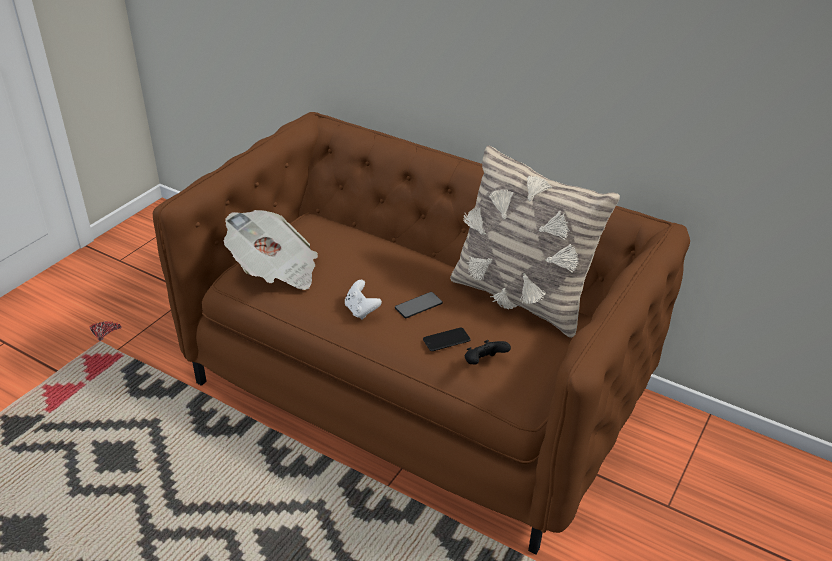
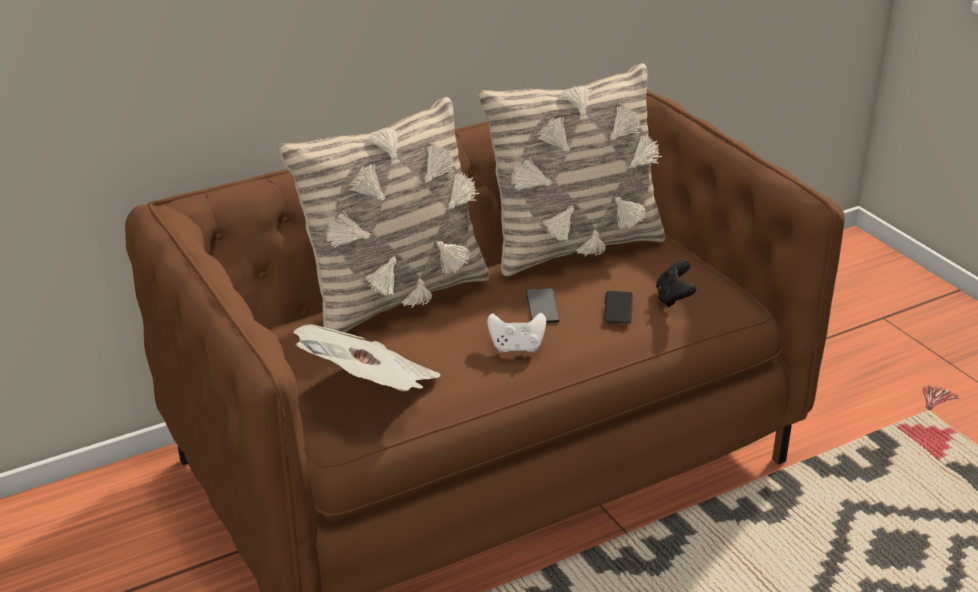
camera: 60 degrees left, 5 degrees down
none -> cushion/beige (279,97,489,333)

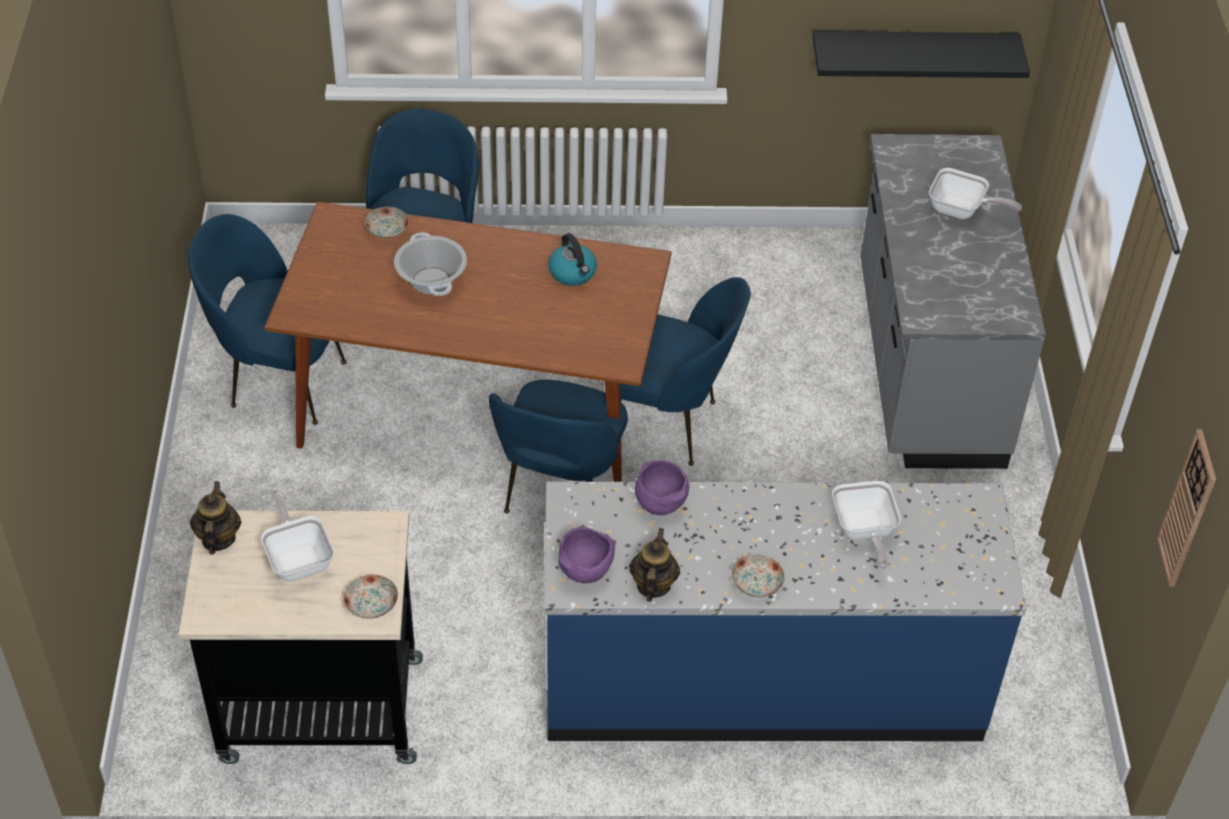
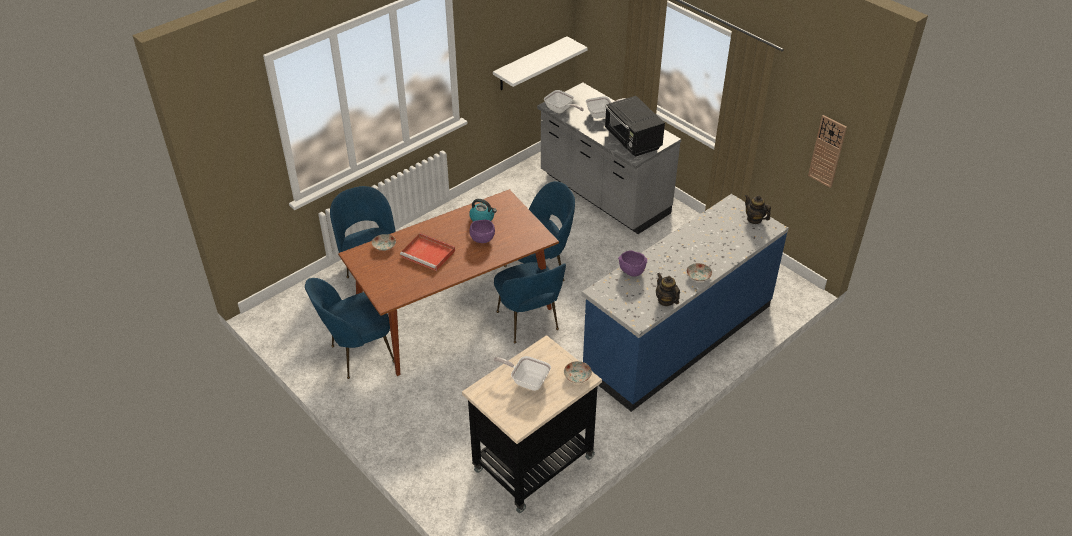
camera: 40 degrees left, 5 degrees down
none -> microwave/black (605,96,665,157)
teapot (190,481,241,554) -> teapot (745,194,771,224), shifted
serving bowl/purplish (558,527,615,583) -> serving bowl/purplish (470,220,495,243), shifted
skillet (832,481,901,569) -> skillet (544,90,584,113), shifted
cooking pot (394,232,467,296) -> carrying tray/reddish (400,233,455,271)
shelf/black (813,31,1030,78) -> shelf/white (493,36,588,90)

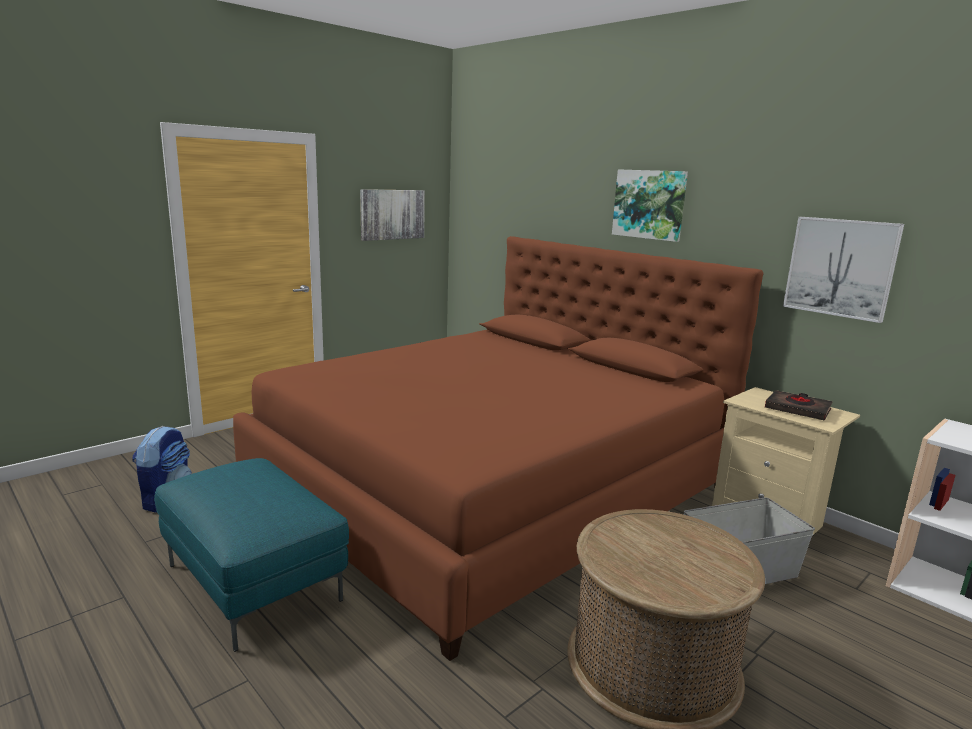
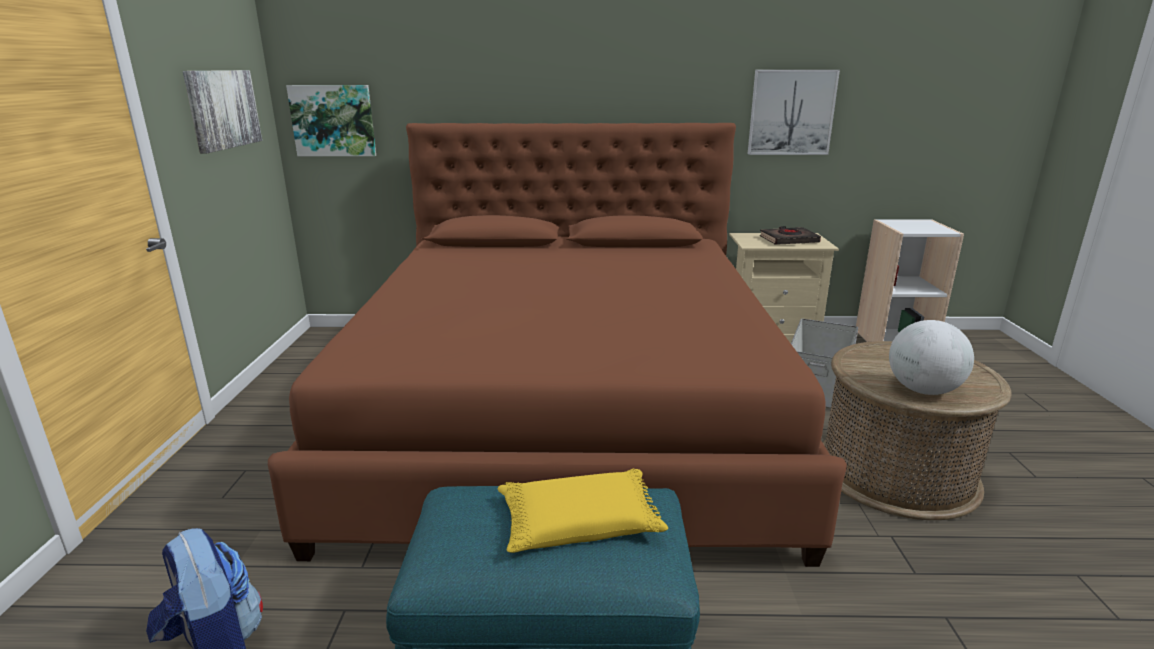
camera: 45 degrees left, 5 degrees up
none -> cushion/yellow (497,468,668,553)
none -> desk globe (889,320,974,395)
wall picture (612,169,688,242) -> wall picture (286,85,376,156), shifted

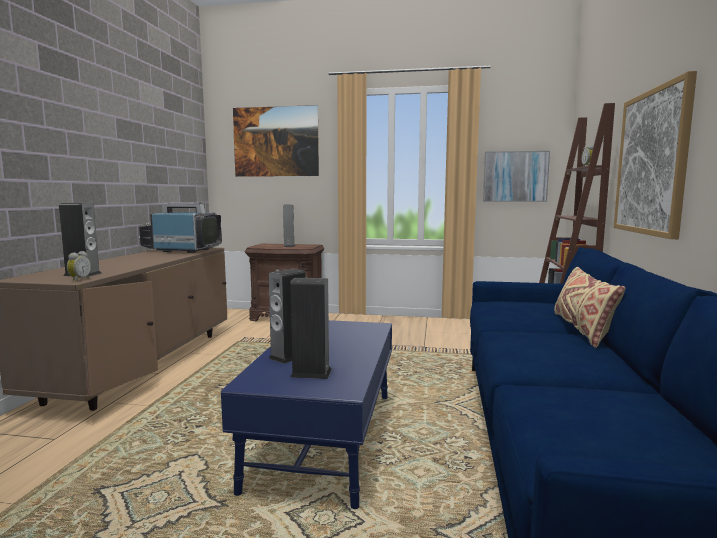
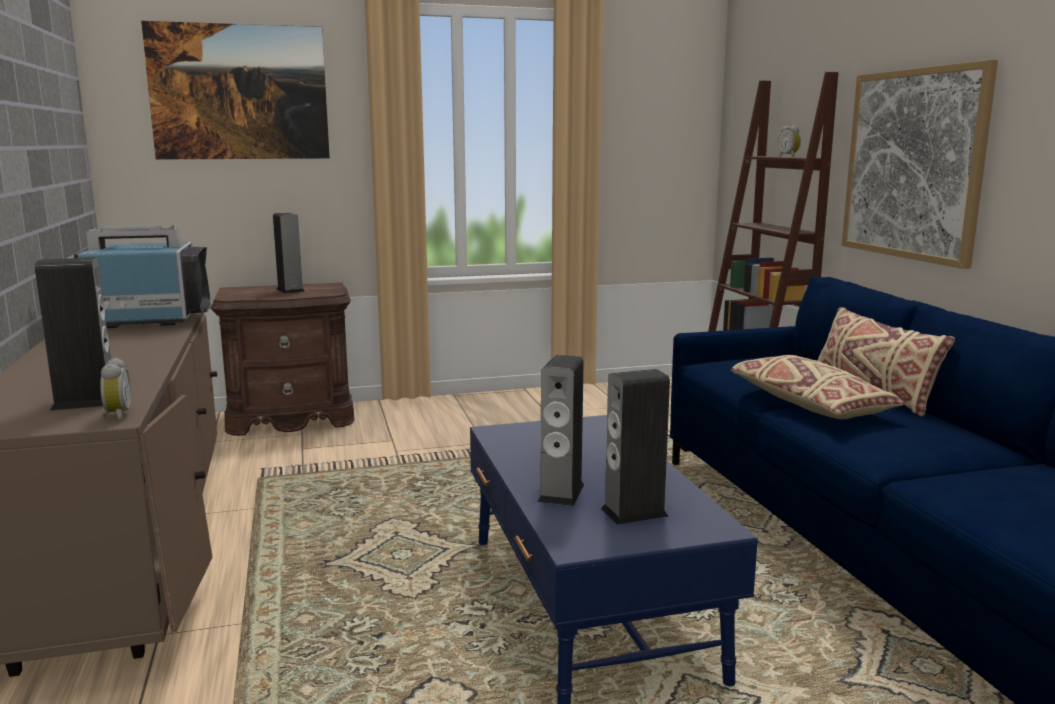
camera: 25 degrees left, 5 degrees up
wall picture (483,151,550,202) -> none
none -> cushion/beige (731,355,906,419)

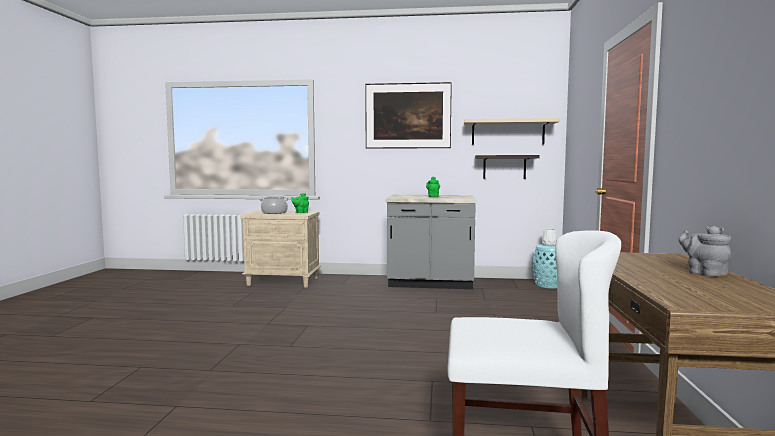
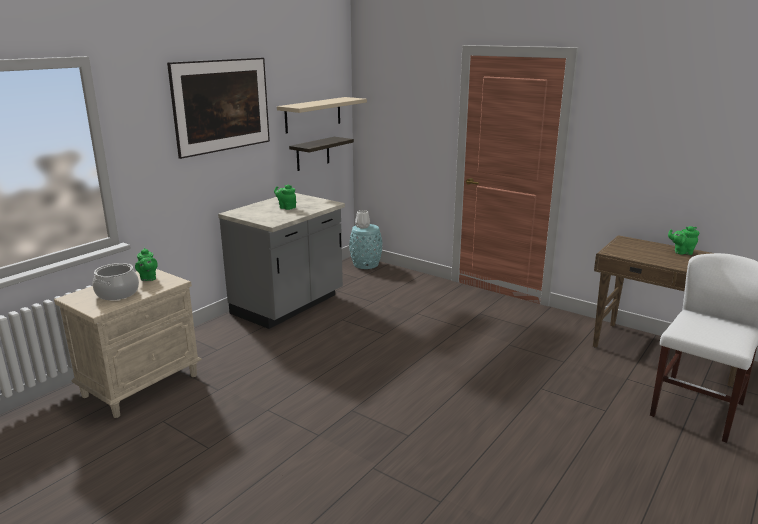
camera: 60 degrees left, 15 degrees up
teapot/greyish (678,226,731,277) -> teapot/green-coloured (668,226,699,255)

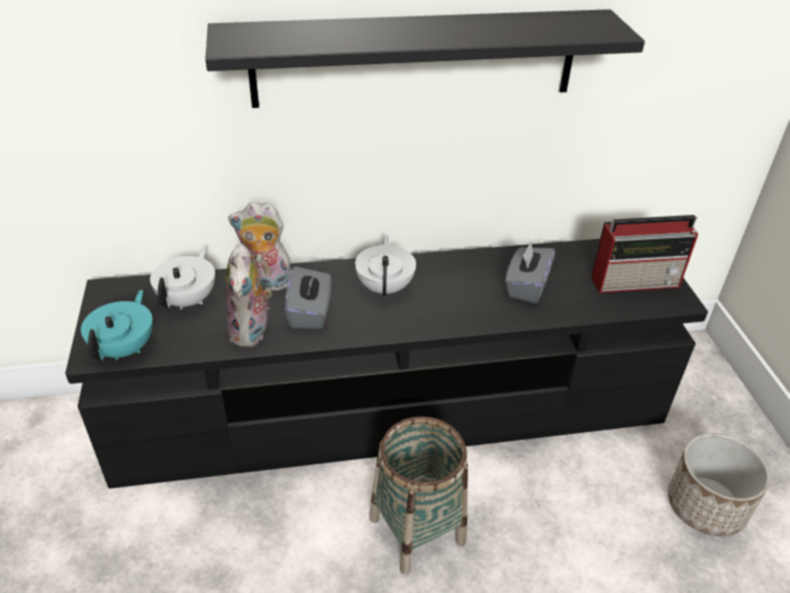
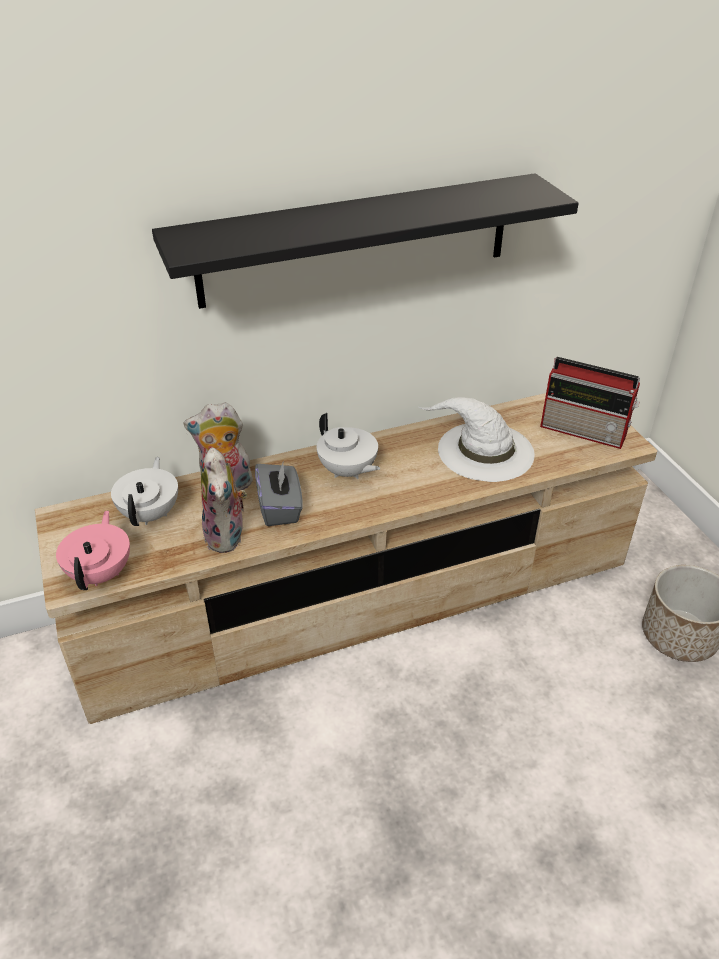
camera: 10 degrees left, 0 degrees up
household basket (369,416,468,574) -> none
box of tissues/greyish (505,241,555,304) -> hat/white (419,397,535,482)
tv stand/black (65,239,708,488) -> tv stand/beige (35,393,657,724)
teapot/turquoise (81,290,153,362) -> teapot/pinkish (56,510,130,590)
teapot/white (355,235,416,297) -> teapot/white (317,413,380,479), 150 degrees clockwise
radio set (592,215,698,293) -> radio set (540,357,640,449), 45 degrees clockwise

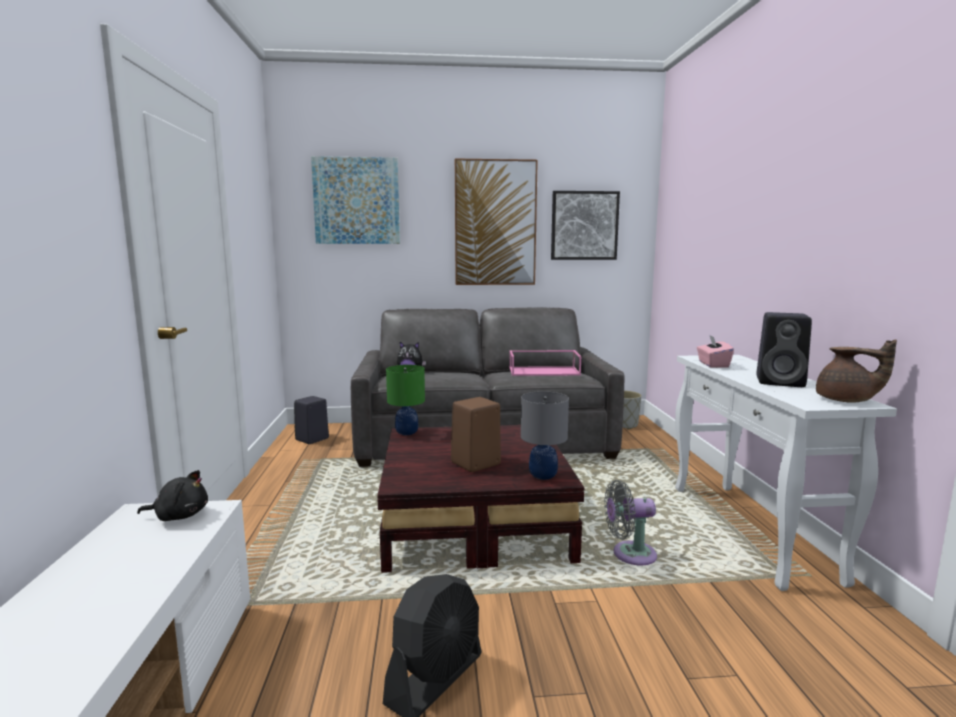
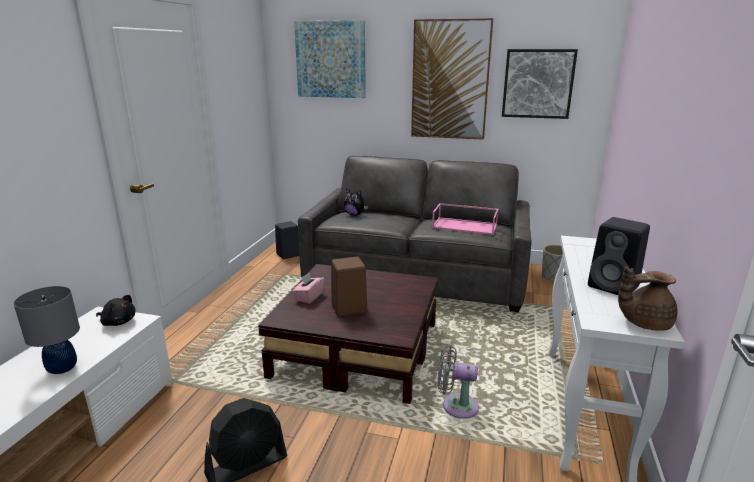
camera: 20 degrees right, 10 degrees up
tabletop lamp/green-coloured (386,365,425,435) -> none
tabletop lamp/greyish (521,391,569,480) -> tabletop lamp/greyish (14,286,80,374), shifted
box of tissues/pinkish (697,336,734,368) -> box of tissues/pinkish (293,273,324,304), shifted
teapot/brown (816,339,897,403) -> teapot/brown (618,267,678,331), 120 degrees clockwise

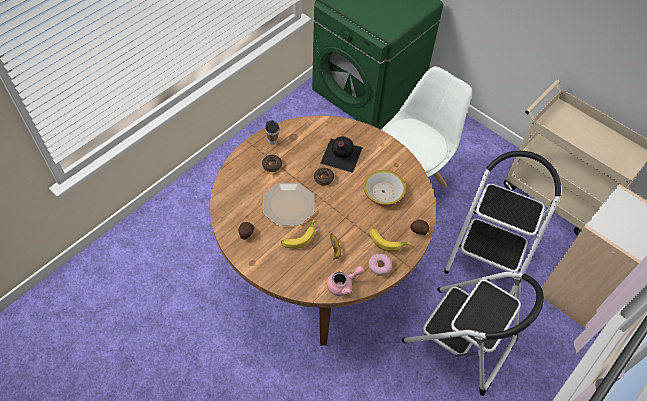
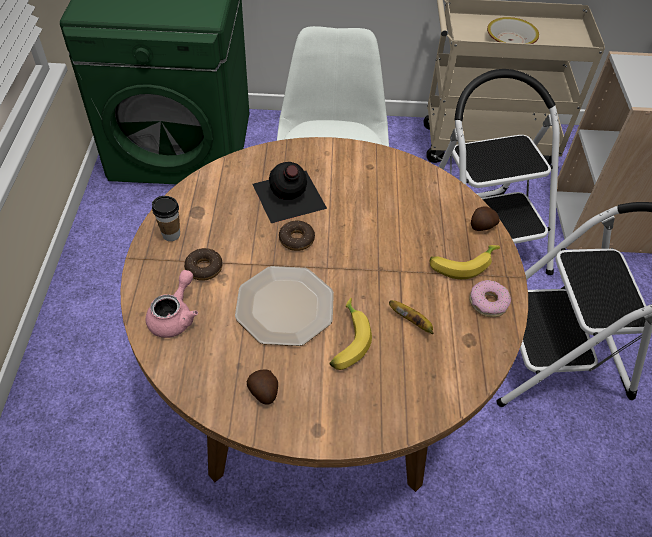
camera: 40 degrees left, 5 degrees down
teapot/pinkish (327,266,364,296) -> teapot/pinkish (146,270,198,338), shifted
serving bowl (363,170,406,205) -> serving bowl (487,17,539,44), shifted

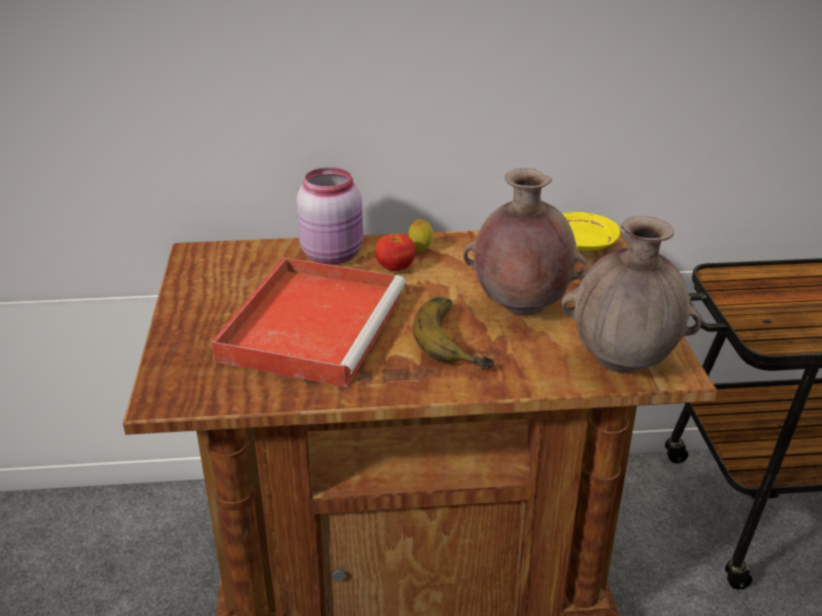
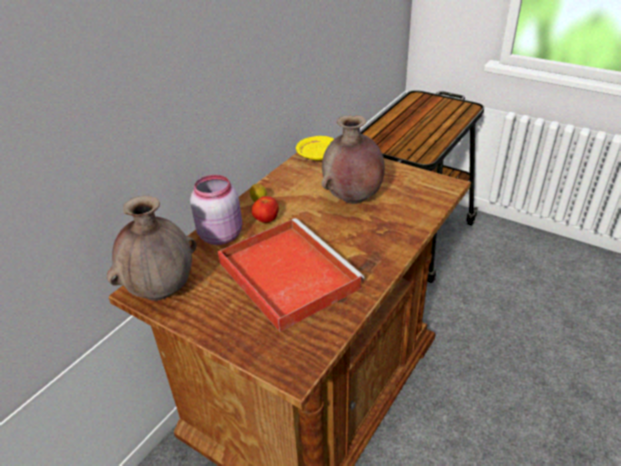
camera: 50 degrees left, 5 degrees up
whole banana (413,297,494,370) -> none
decorative vase/brown (562,216,701,373) -> decorative vase/brown (106,196,197,301), shifted

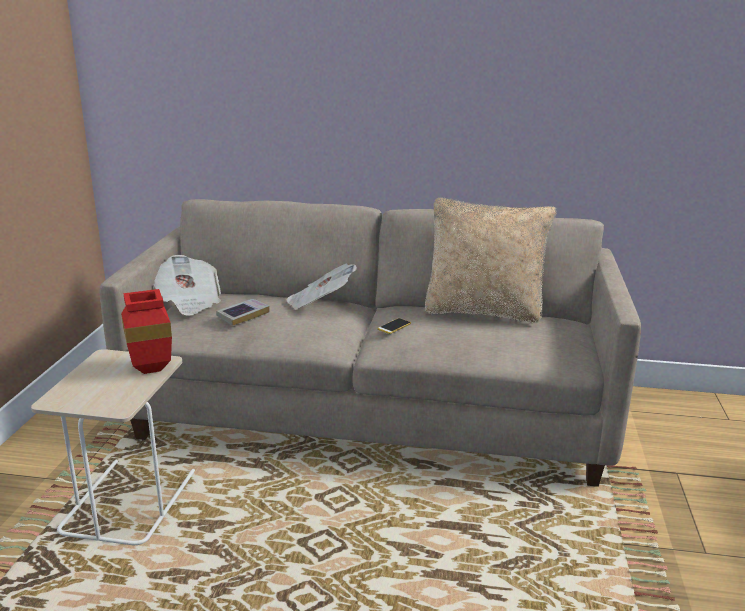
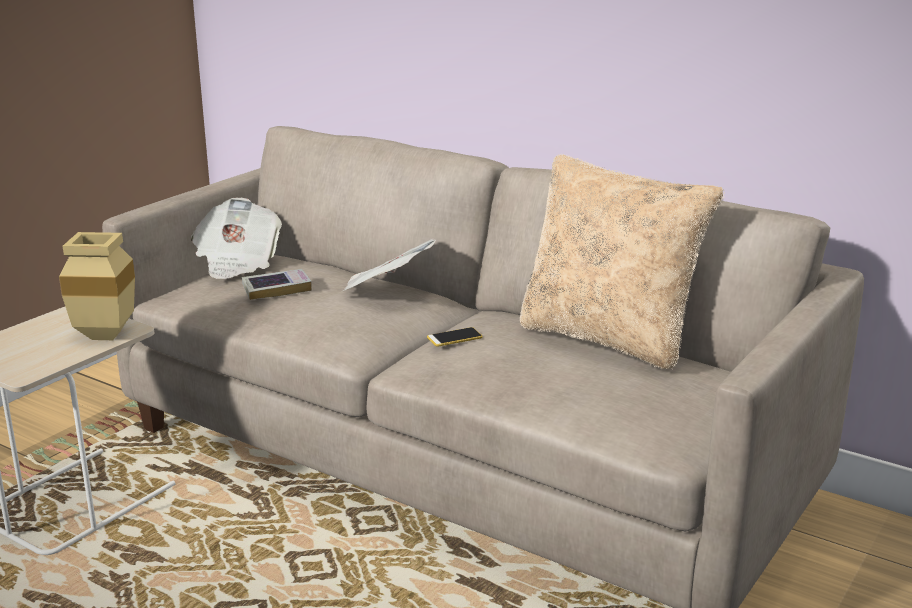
camera: 25 degrees right, 0 degrees up
decorative vase/reddish (121,289,172,374) -> decorative vase/beige (59,232,135,340)

